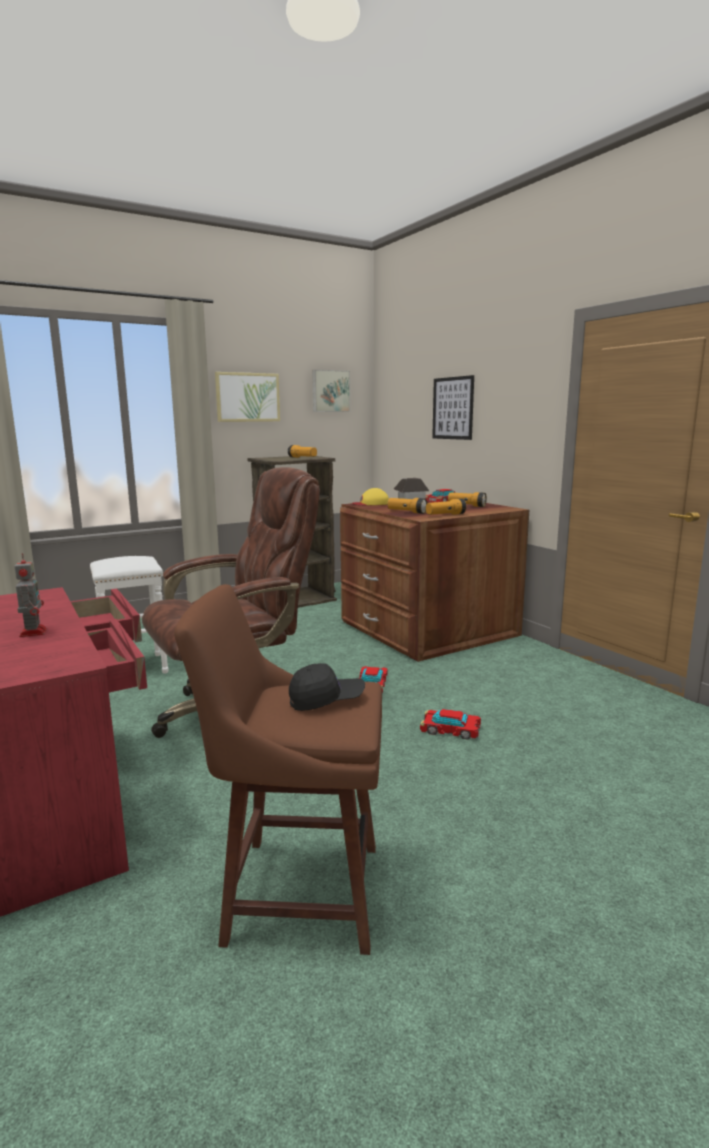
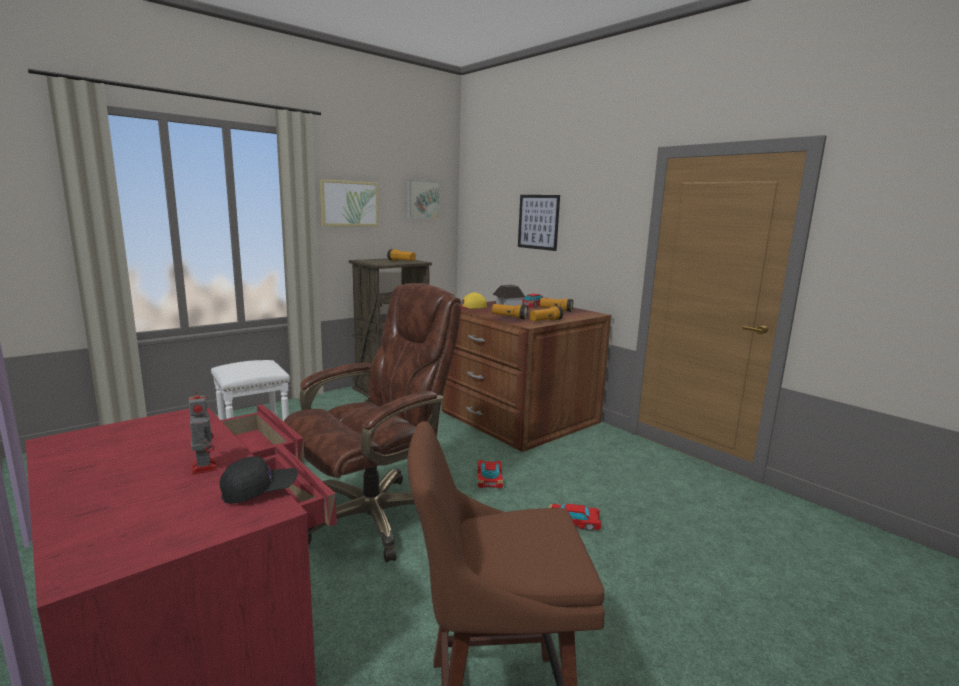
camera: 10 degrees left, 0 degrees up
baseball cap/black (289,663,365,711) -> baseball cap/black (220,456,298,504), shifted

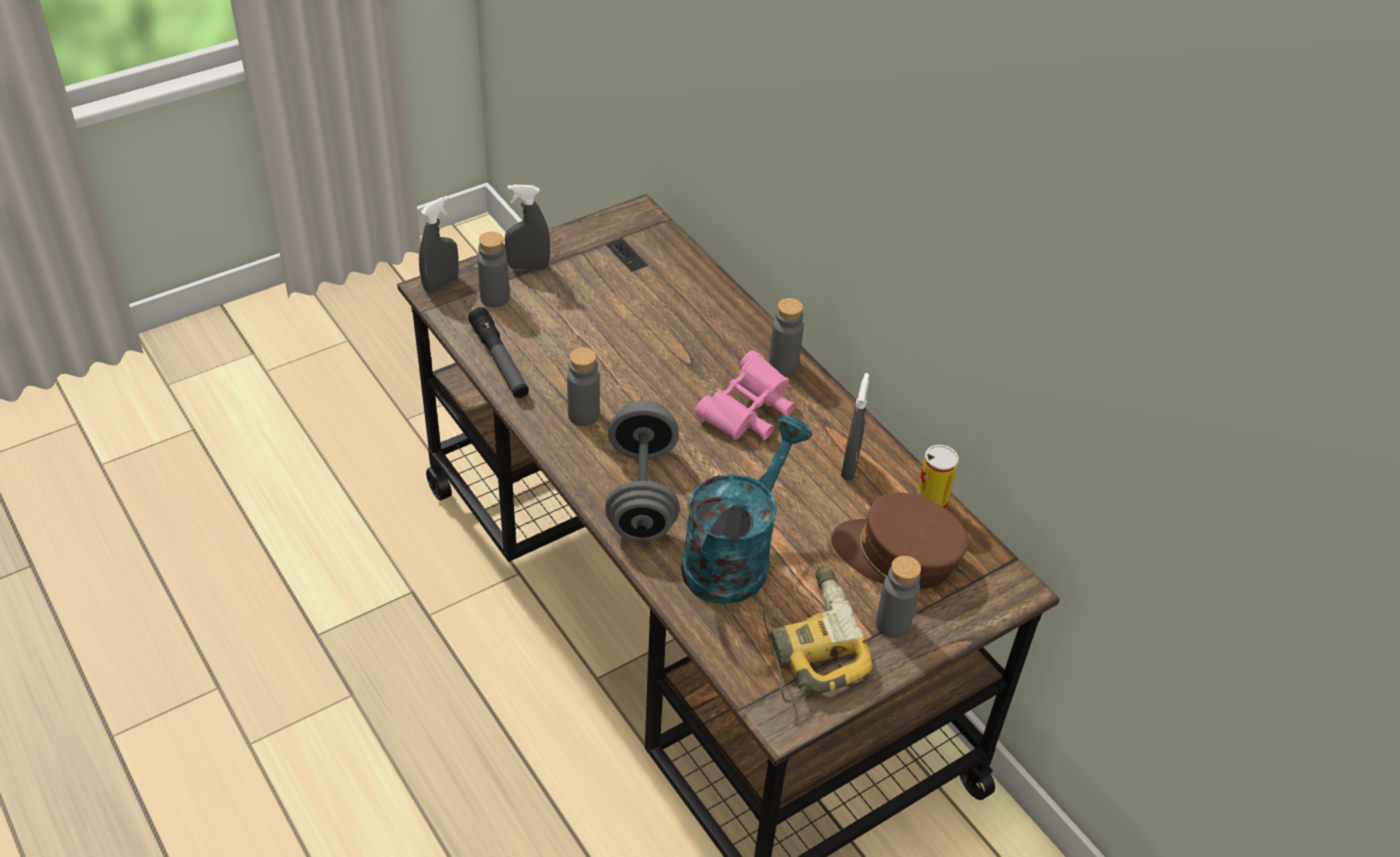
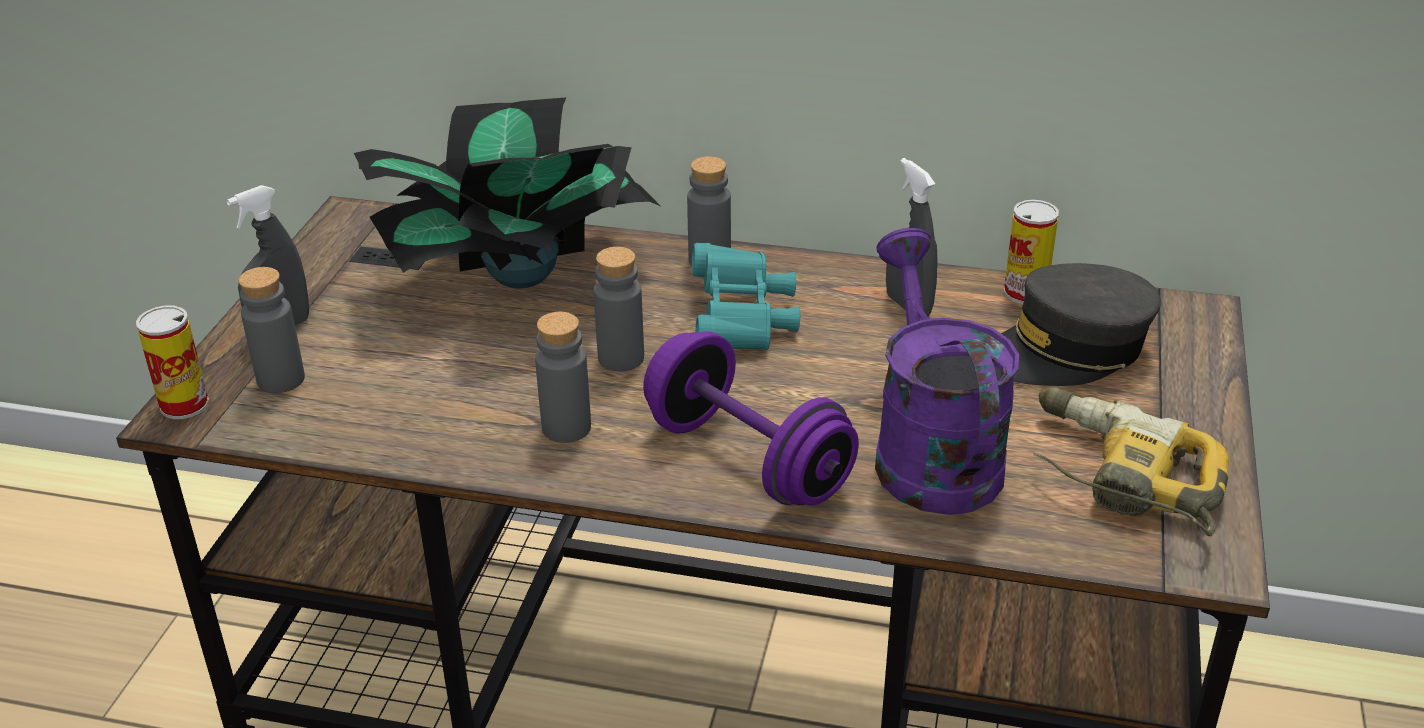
camera: 40 degrees left, 10 degrees down
torch (468,307,529,398) -> none
none -> potted plant (354,97,660,288)
beverage bottle/greyish (876,556,921,638) -> beverage bottle/greyish (594,247,644,371), shifted
spray bottle/greyish (419,196,459,293) -> metal can (136,305,209,419)
free weight/greyish (605,400,679,542) -> free weight/purplish (643,331,859,506)
watering pot/turquoise (681,415,812,604) -> watering pot/purplish (875,228,1020,515)
pair of binoculars/pinkish (695,350,795,440) -> pair of binoculars/turquoise (692,243,800,350)
baseball cap/brown (831,492,968,589) -> baseball cap/greyish (1001,263,1161,386)

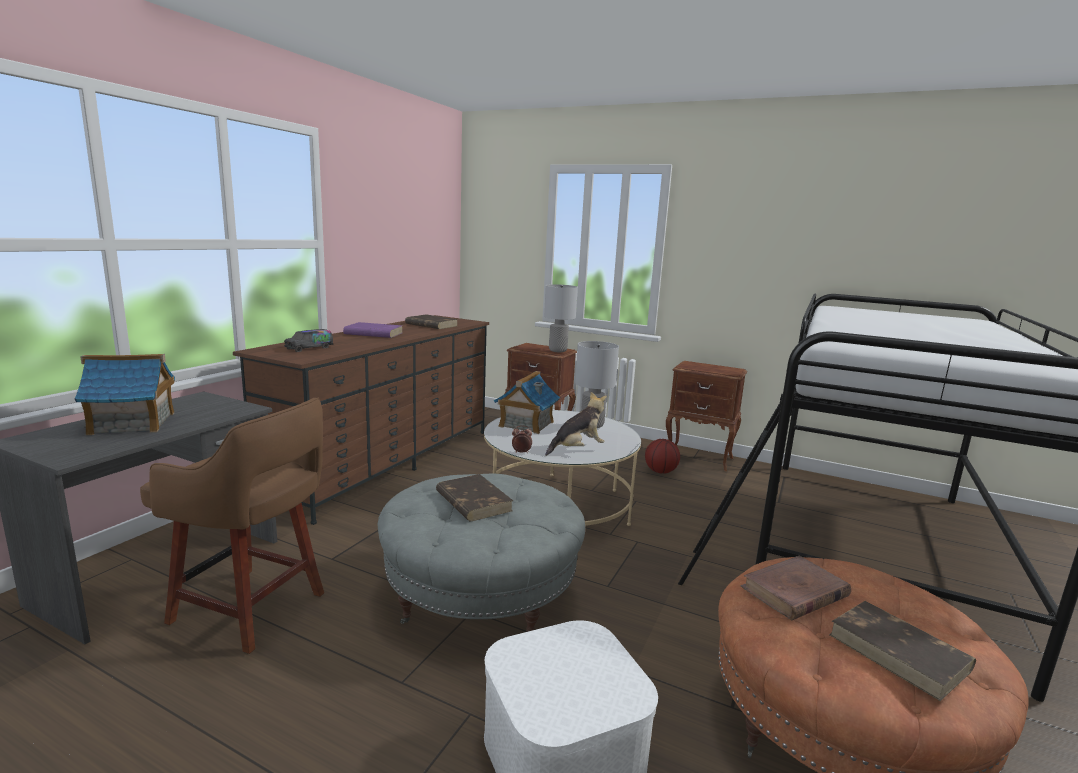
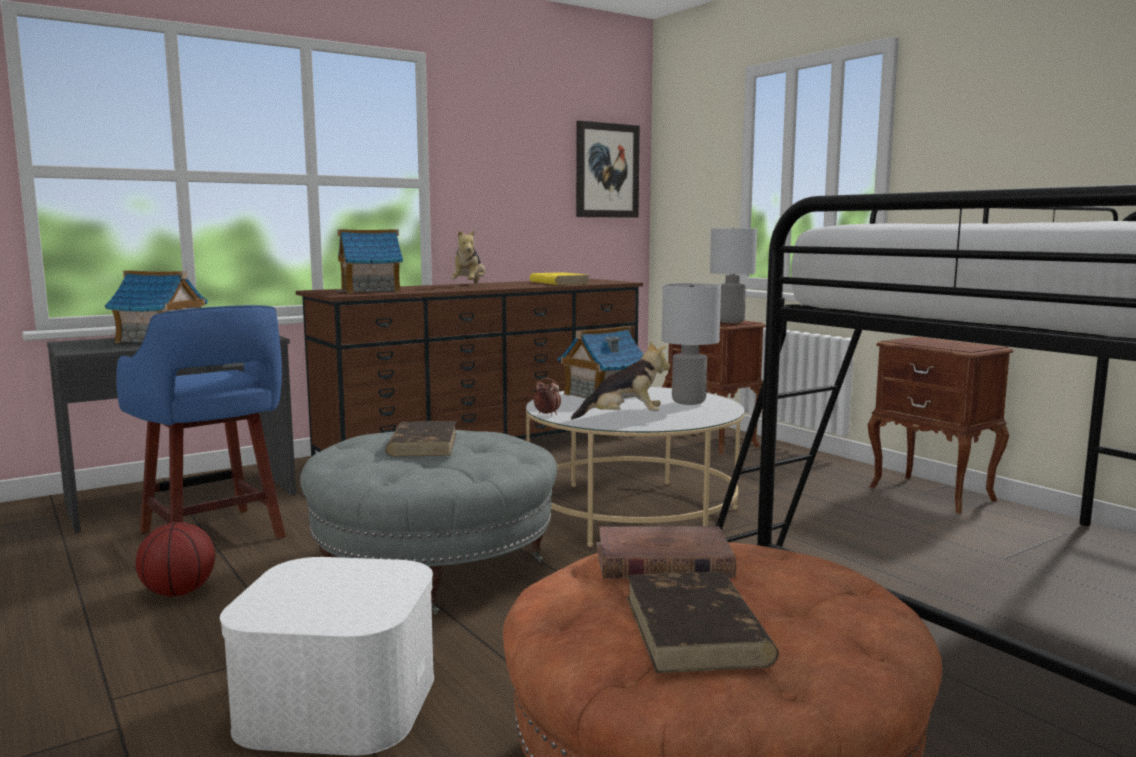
camera: 30 degrees right, 5 degrees down
none -> wall picture (576,121,640,218)
ball for basketball (645,439,680,474) -> ball for basketball (136,522,215,597), shifted
toy lorry (284,329,334,352) -> model house (336,229,403,293)
book/purplish (343,322,402,338) -> soft toy (451,230,485,283)
stool/brown (140,397,324,654) -> stool/blue (116,305,286,539)
book/brown (405,314,458,329) -> book/yellow (530,272,589,285)

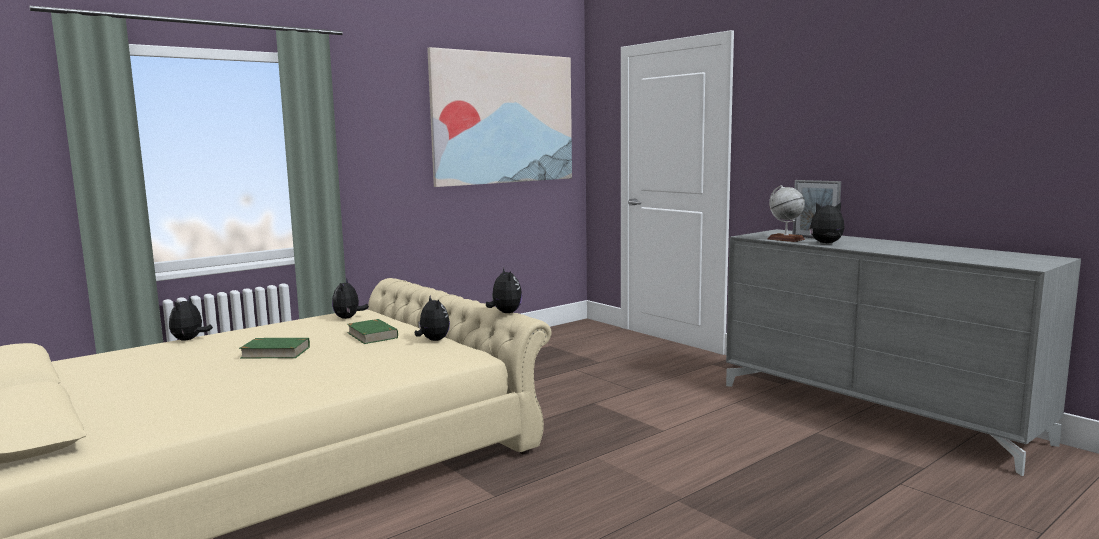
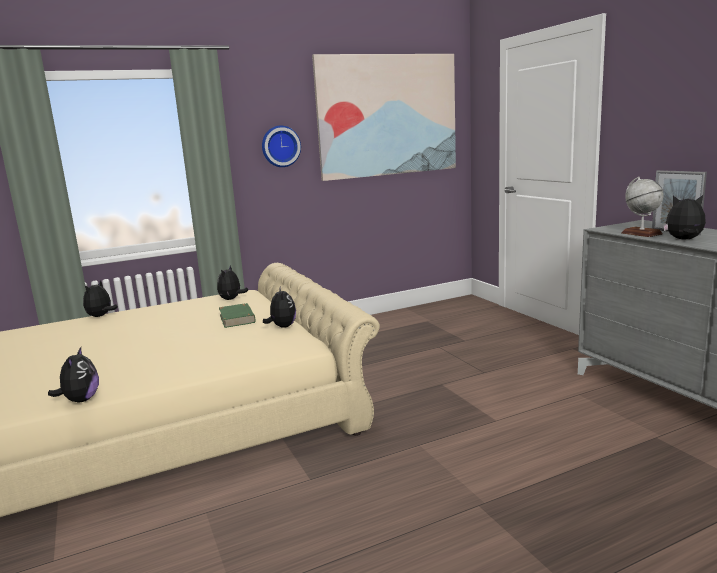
camera: 15 degrees right, 5 degrees up
book/green-coloured (239,338,310,358) -> none
none -> hanging clock (262,126,301,167)
soft toy (486,268,522,313) -> soft toy (48,347,99,402), shifted

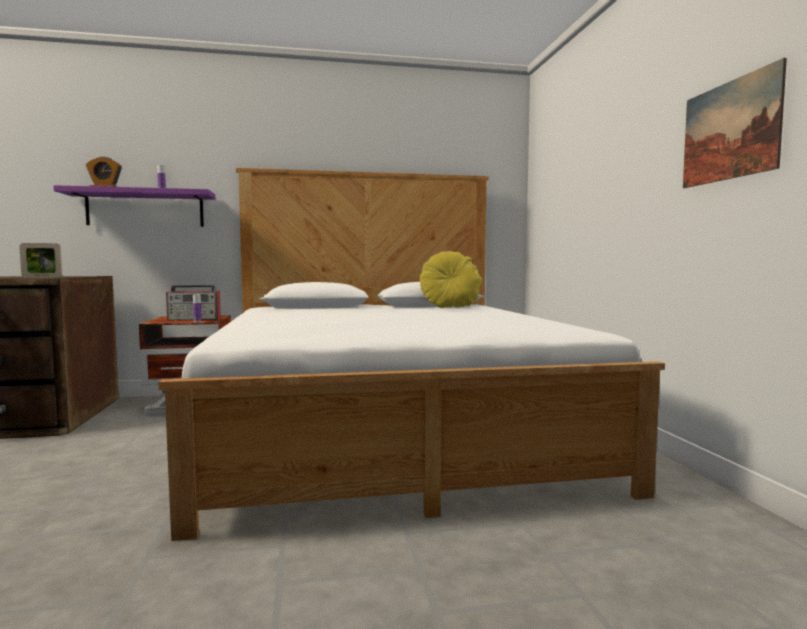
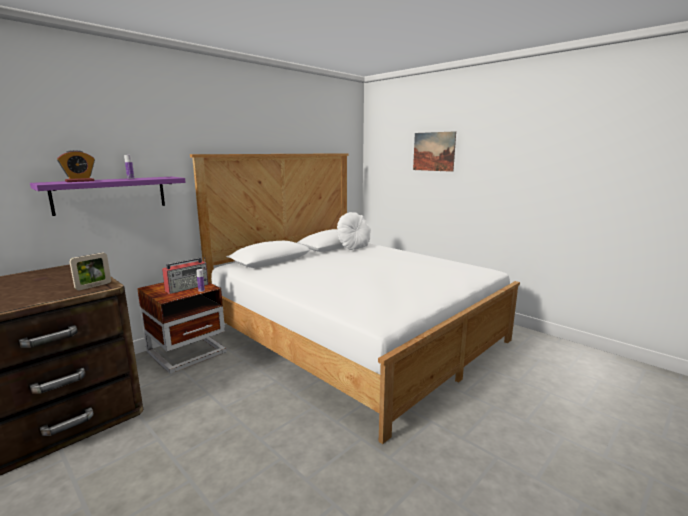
camera: 35 degrees left, 10 degrees up
wall picture (683,58,787,188) -> wall picture (413,131,456,172), shifted
cushion/yellow (420,251,482,308) -> cushion/white (337,212,371,250)

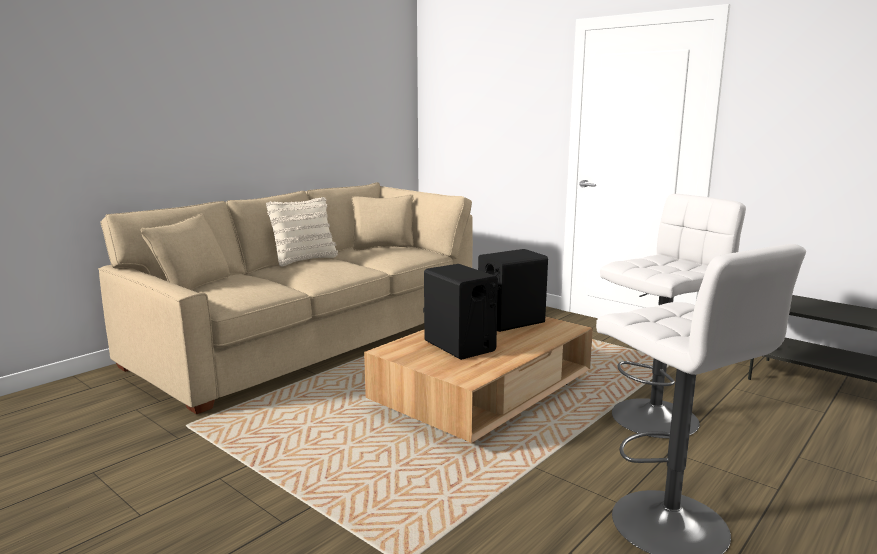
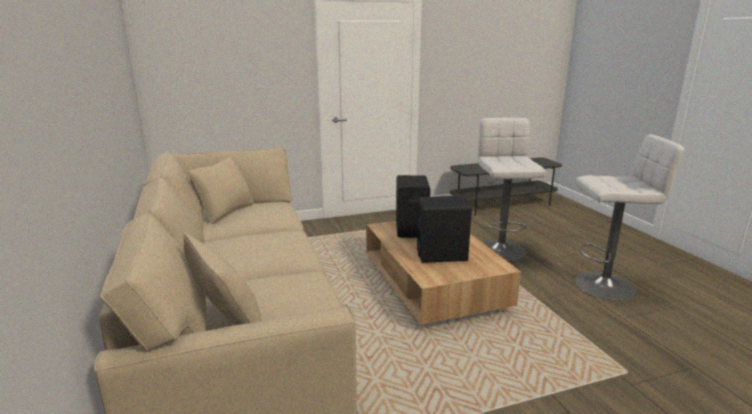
camera: 60 degrees left, 5 degrees up
cushion/beige (266,197,338,266) -> none

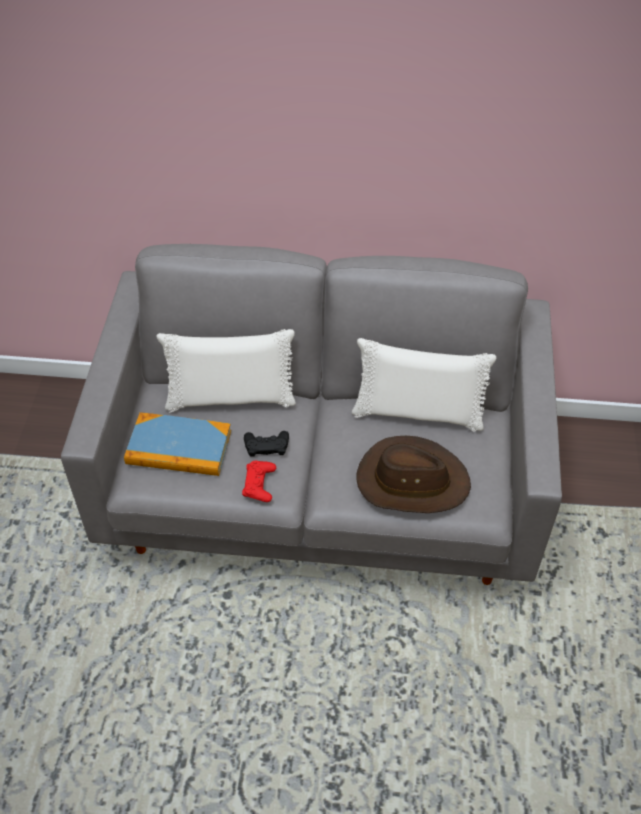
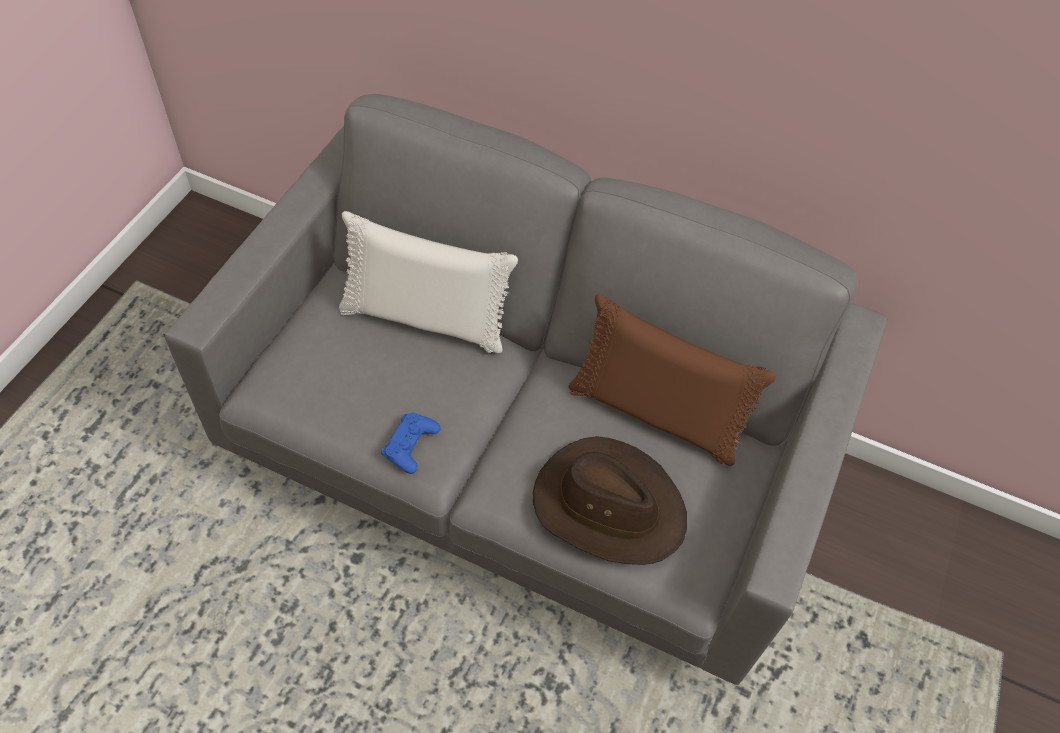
camera: 15 degrees right, 5 degrees up
book (124,412,231,476) -> none
joypad/black (244,431,289,457) -> none
joypad/reddish (242,461,276,502) -> joypad/blue (381,413,441,474)
cushion/white (352,338,497,432) -> cushion/brown (569,294,776,466)

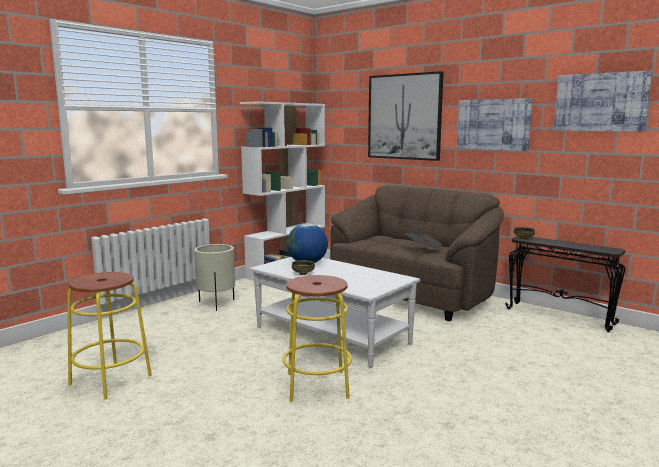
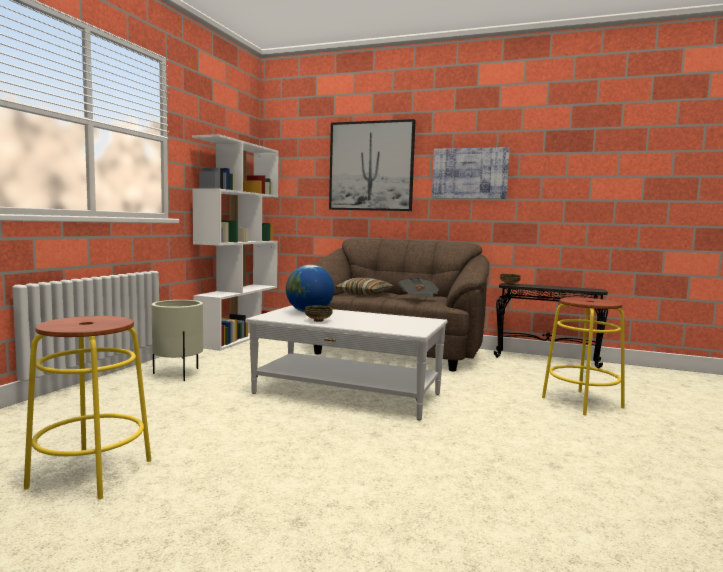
camera: 20 degrees left, 5 degrees down
wall picture (554,71,652,132) -> none
none -> cushion (335,278,394,295)
stool/yellow (283,275,352,402) -> stool/yellow (542,297,624,416), shifted

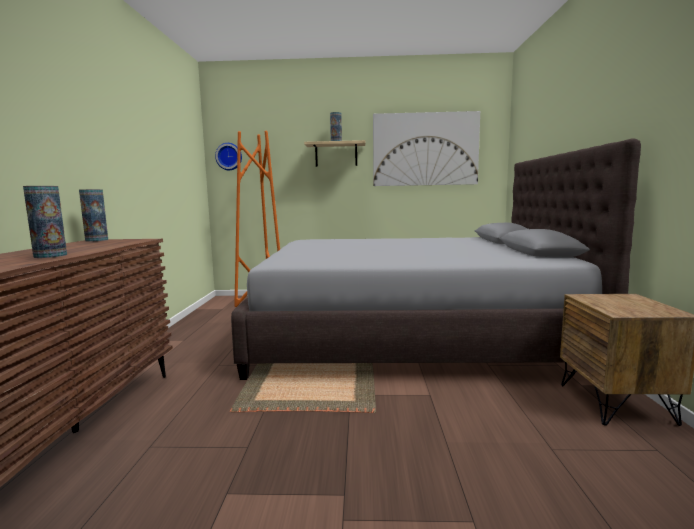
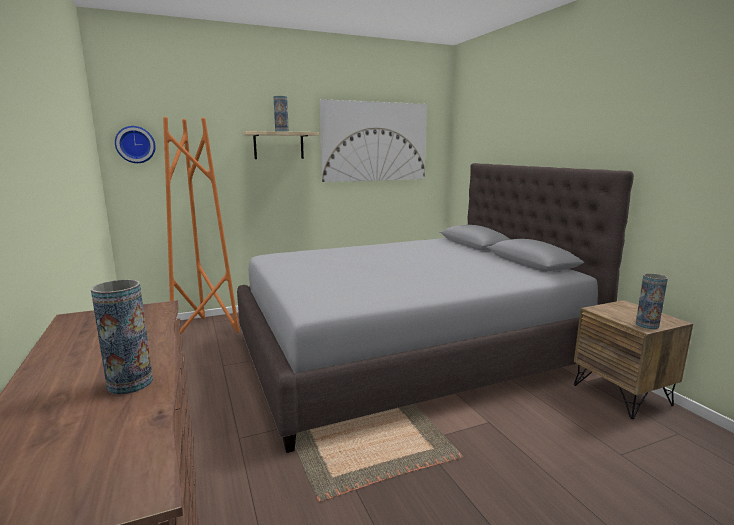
camera: 25 degrees left, 5 degrees up
decorative vase (79,189,108,242) -> decorative vase (635,273,668,329), shifted

